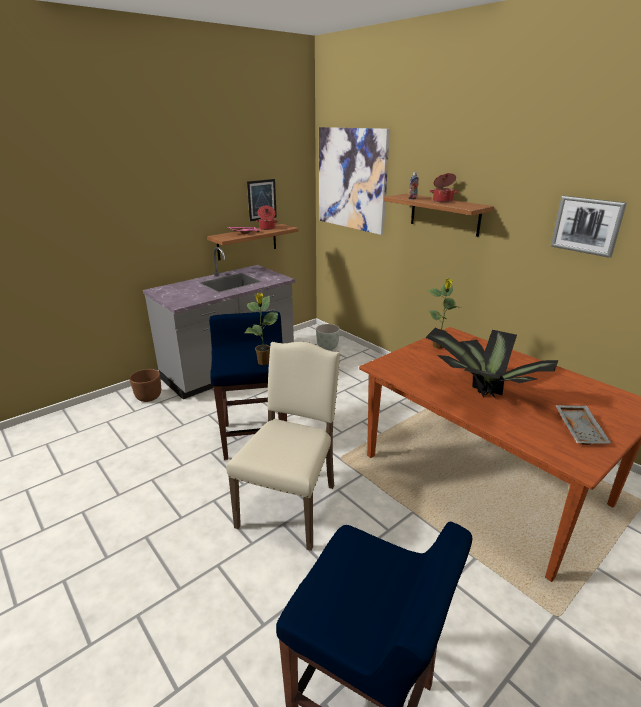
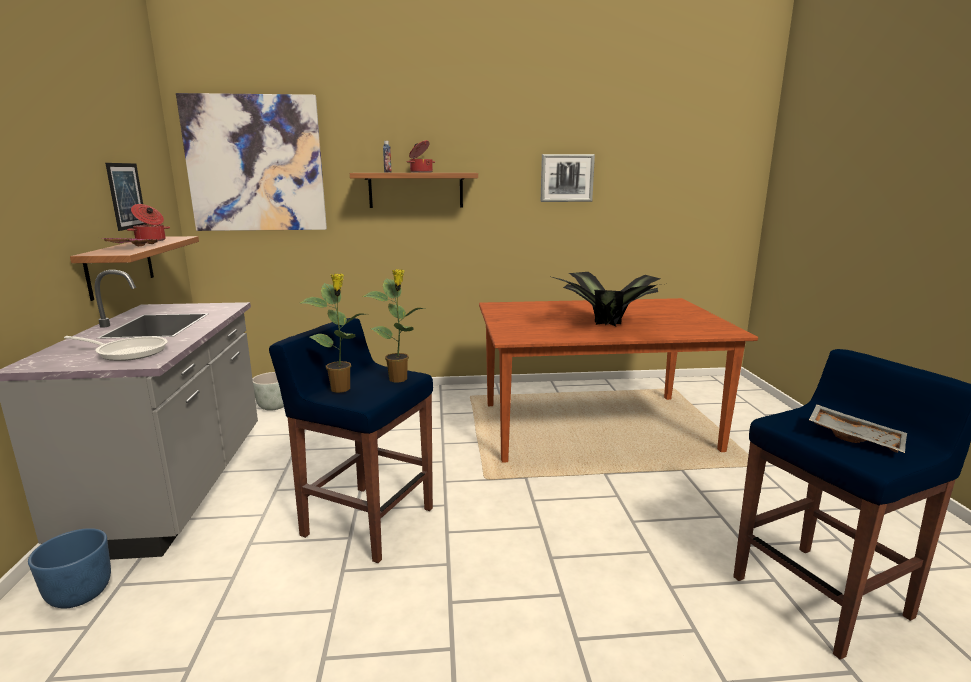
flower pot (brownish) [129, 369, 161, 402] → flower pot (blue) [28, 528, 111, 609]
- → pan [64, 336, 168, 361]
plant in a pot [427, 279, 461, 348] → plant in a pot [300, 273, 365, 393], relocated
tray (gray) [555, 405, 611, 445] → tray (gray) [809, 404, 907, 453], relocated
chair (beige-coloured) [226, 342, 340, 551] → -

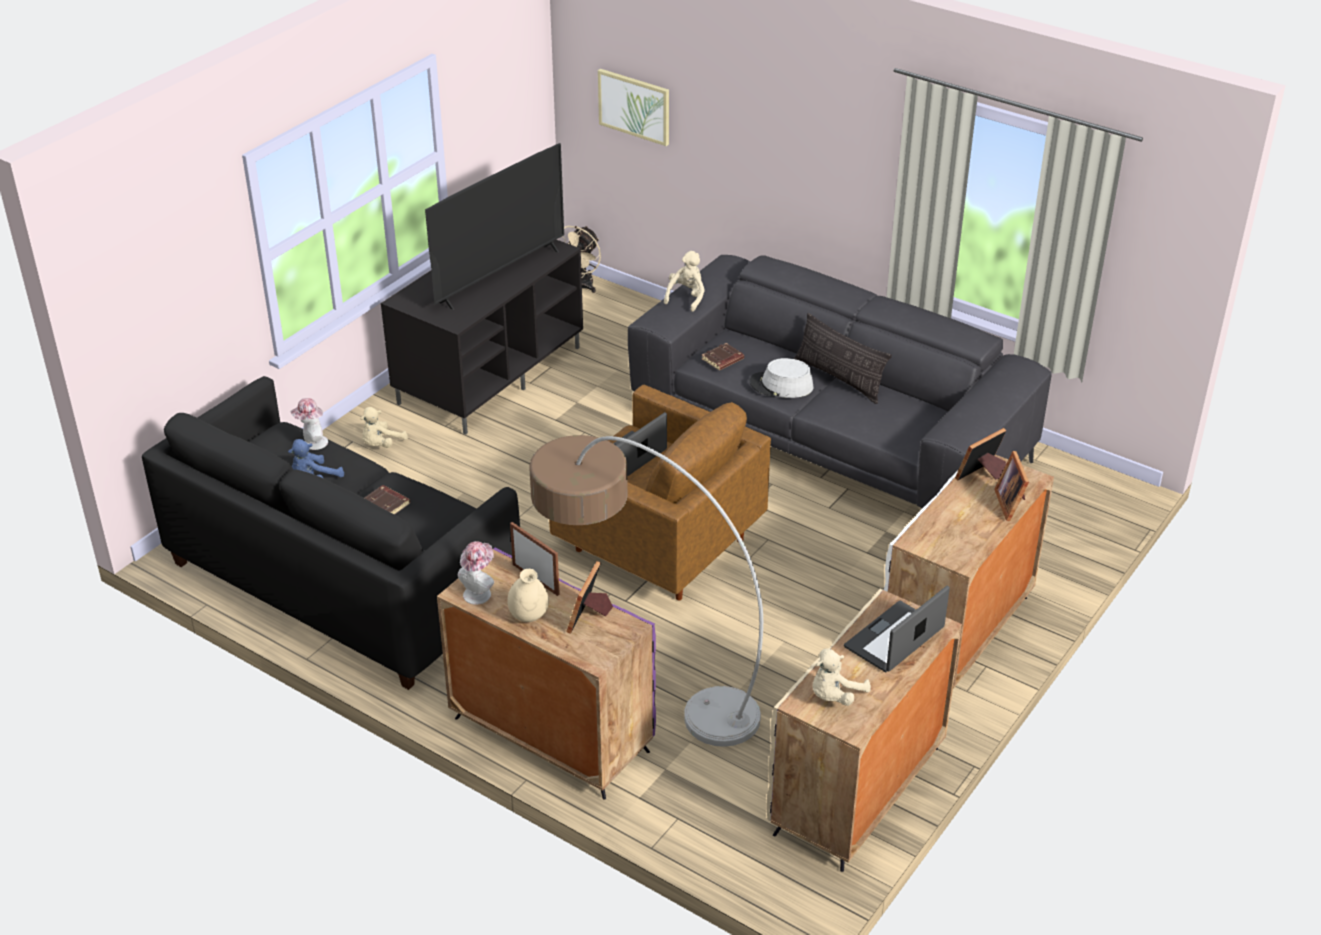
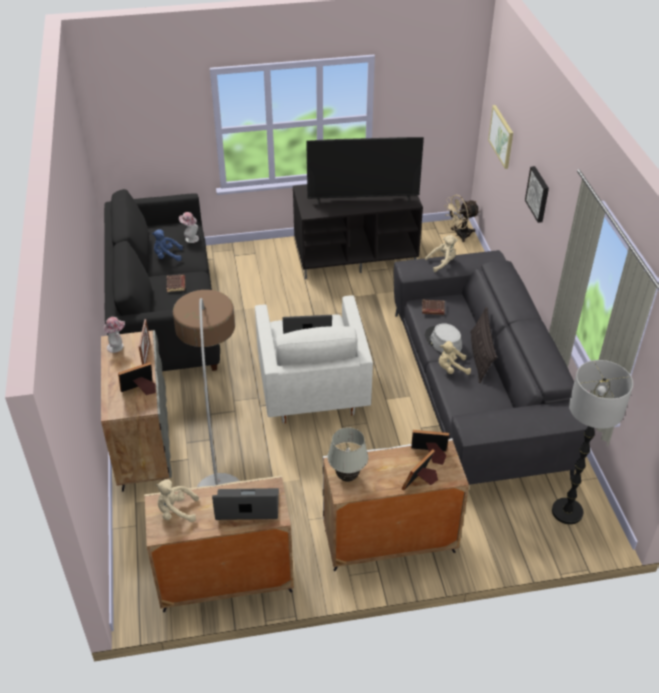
storage cabinet (purplish) [437, 548, 656, 800] → storage cabinet (gray) [101, 330, 172, 492]
lounge chair (brownish) [549, 385, 771, 601] → lounge chair (white-coloured) [255, 295, 373, 424]
- → lamp for a table (white-coloured) [328, 427, 368, 482]
plush toy (beige-coloured) [361, 407, 408, 448] → plush toy (beige-coloured) [439, 341, 471, 375], relocated
- → wall art [525, 166, 549, 223]
- → standard lamp [552, 360, 633, 525]
decorative vase (beige-coloured) [507, 569, 549, 622] → -

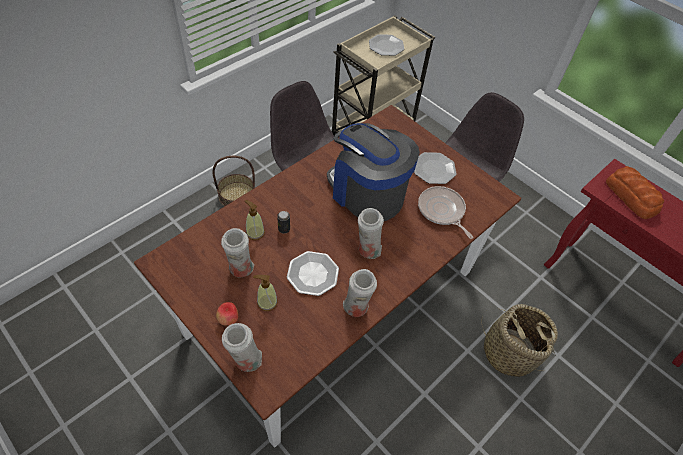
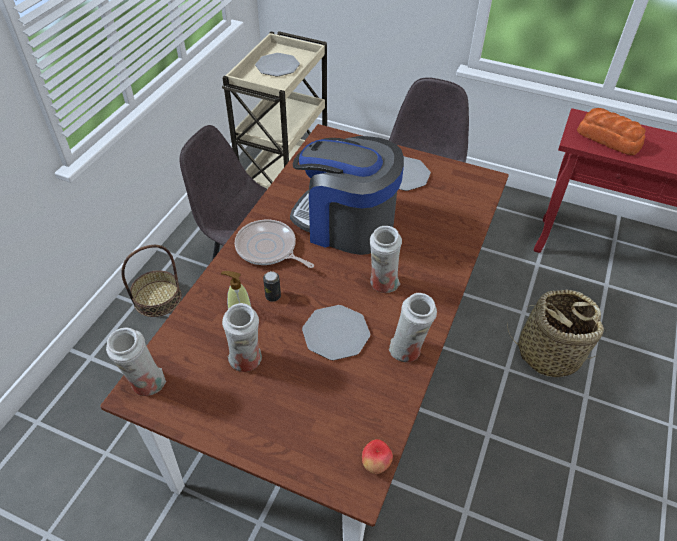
decorative vase (white-coloured) [222, 323, 262, 372] → decorative vase (white-coloured) [106, 328, 166, 396], relocated
pan [418, 186, 473, 239] → pan [235, 220, 314, 268], relocated
apple [216, 302, 238, 325] → apple [362, 439, 393, 474], relocated
soap bottle [253, 275, 278, 311] → -

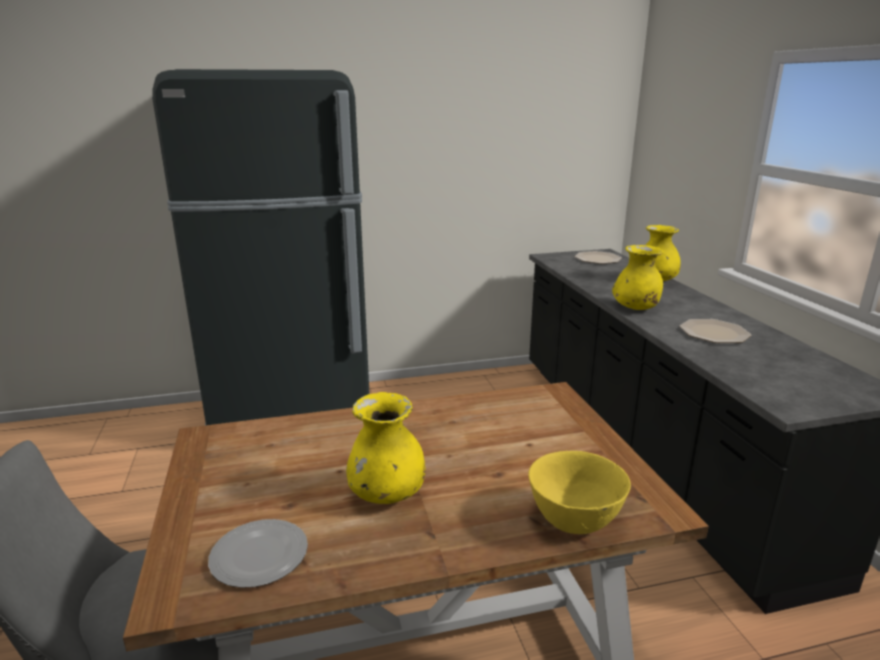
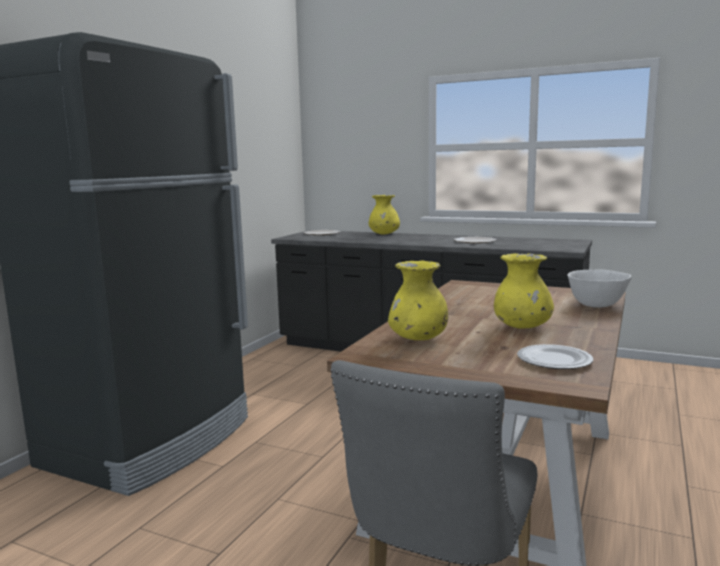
decorative vase (yellow) [612, 245, 664, 310] → decorative vase (yellow) [388, 260, 448, 340], relocated
deep dish (yellow) [528, 451, 631, 534] → deep dish (white-coloured) [568, 270, 631, 308]

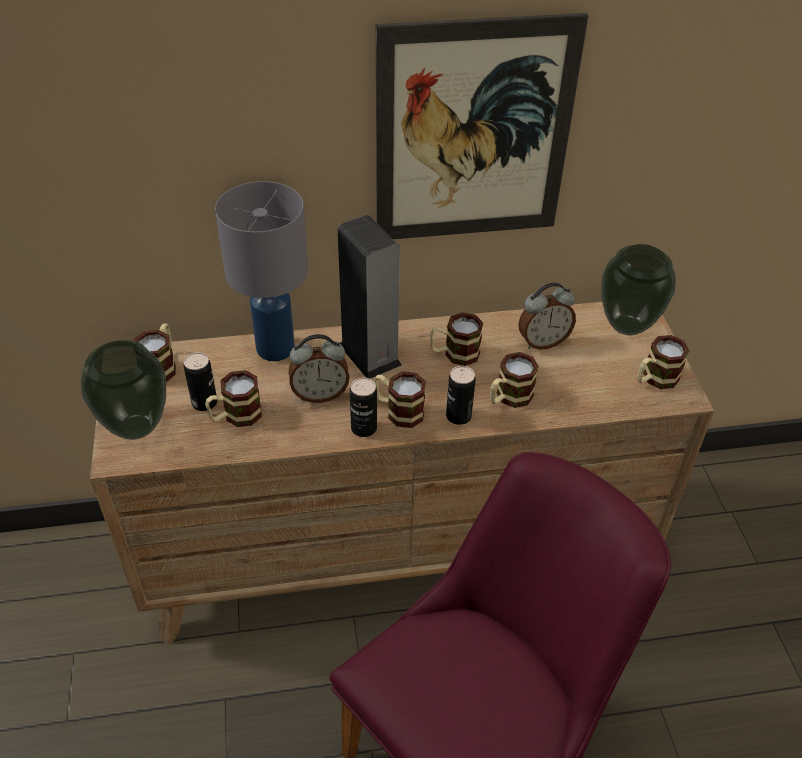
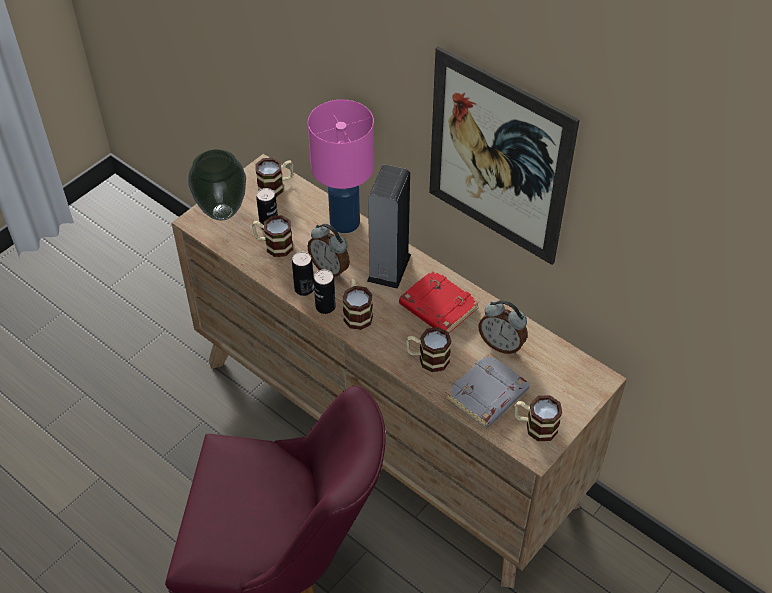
sealed can [446, 366, 476, 425] → sealed can [292, 252, 314, 296], relocated
lamp for a table (gray) [215, 181, 308, 361] → lamp for a table (pink-coloured) [308, 99, 374, 233]
tea mug [430, 312, 483, 366] → bound book (red) [399, 270, 479, 333]
- → bound book (gray) [445, 353, 530, 428]
decorative vase [601, 244, 676, 335] → -

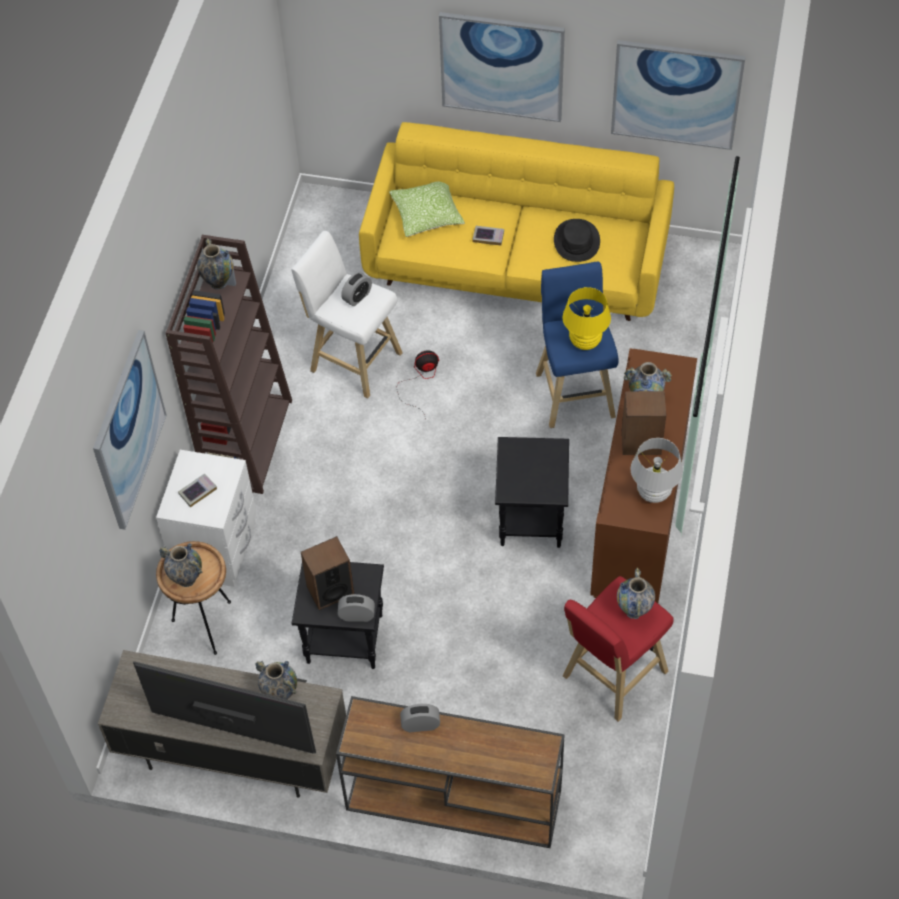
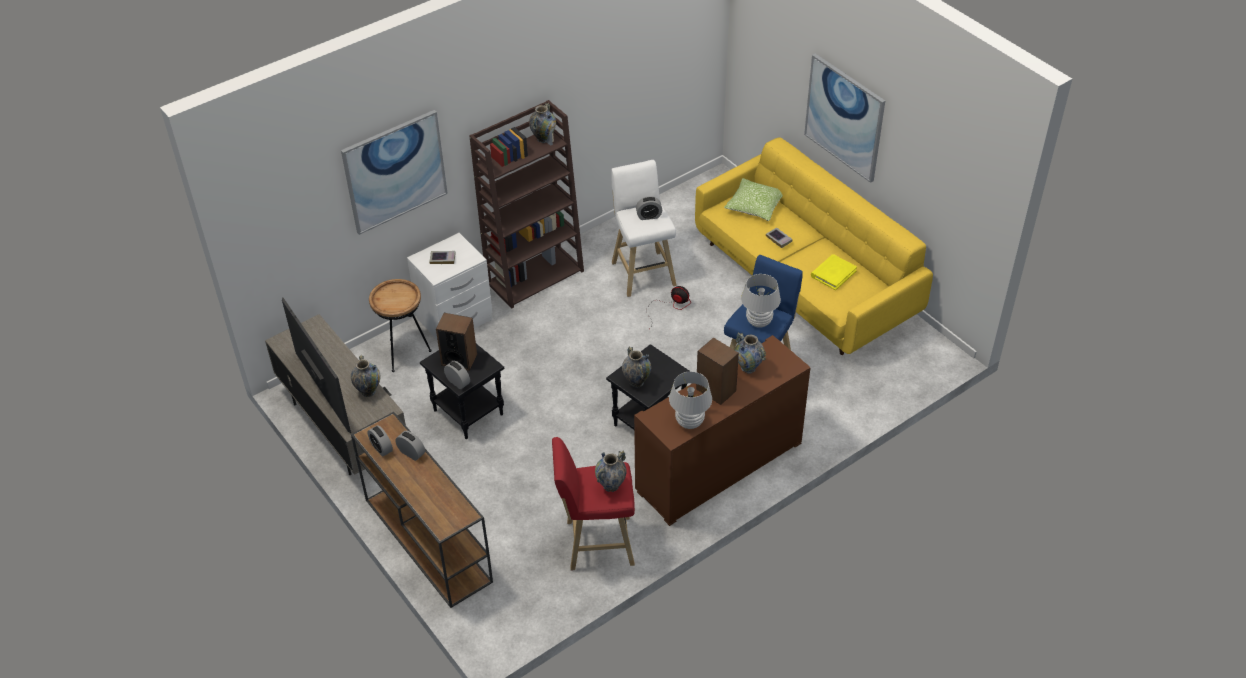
- → bedside clock [367, 425, 393, 457]
decorative vase [159, 543, 203, 587] → decorative vase [622, 346, 651, 388], relocated
lamp for a table (yellow) [563, 287, 611, 350] → lamp for a table (white-coloured) [741, 274, 781, 328]
clothing hat (blackish) [554, 219, 600, 262] → bound book (yellow) [811, 254, 857, 290]
wall art [611, 40, 746, 150] → -

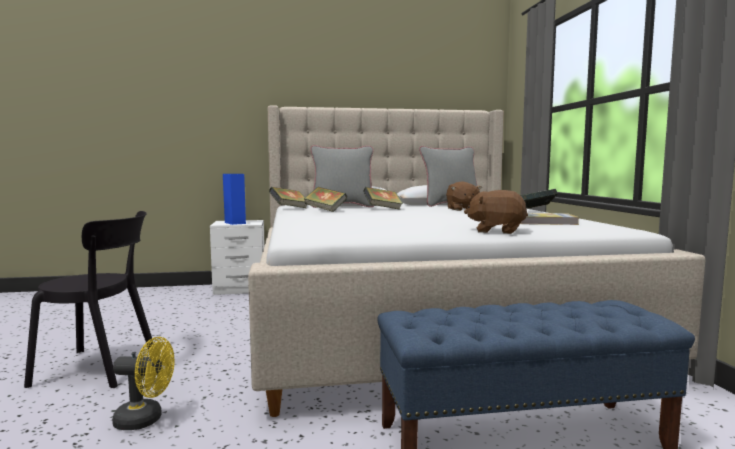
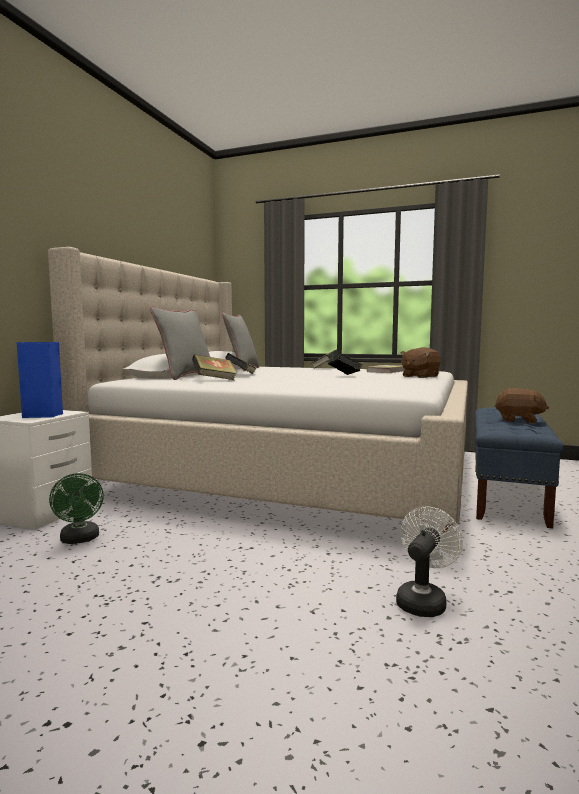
- → cooling fan (green) [49, 473, 104, 544]
bound book [269, 187, 307, 208] → bound book [328, 354, 362, 375], relocated
cooling fan (yellow) [112, 337, 174, 430] → cooling fan (white-coloured) [396, 506, 463, 617]
plush toy (brownish) [446, 181, 482, 211] → plush toy (brownish) [495, 388, 549, 423], relocated
chair (blackish) [24, 211, 154, 388] → -

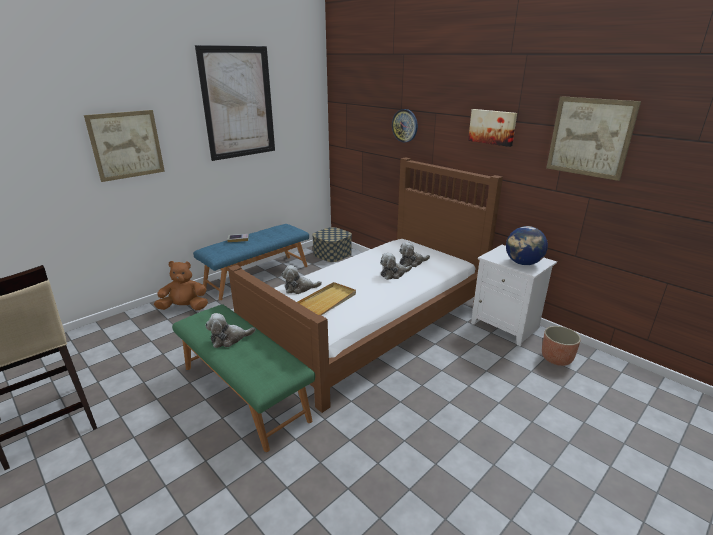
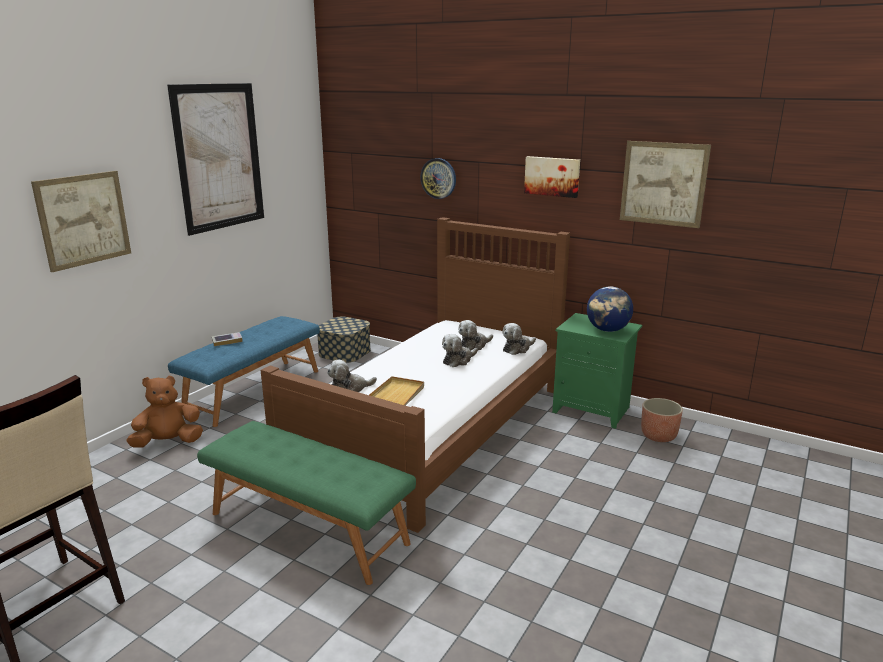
plush toy [205, 313, 256, 348] → plush toy [502, 323, 536, 355], relocated
nightstand (white-coloured) [471, 245, 557, 346] → nightstand (green) [552, 313, 642, 429]

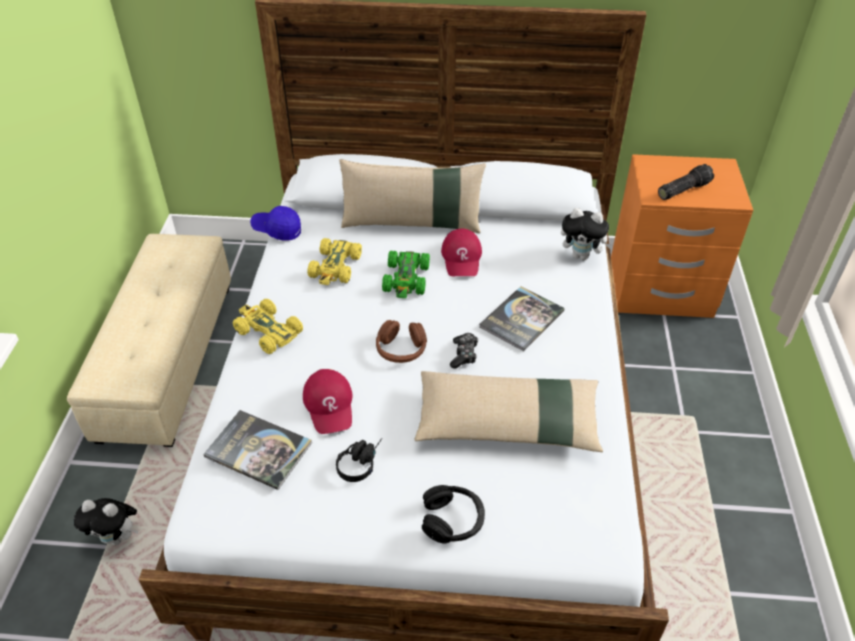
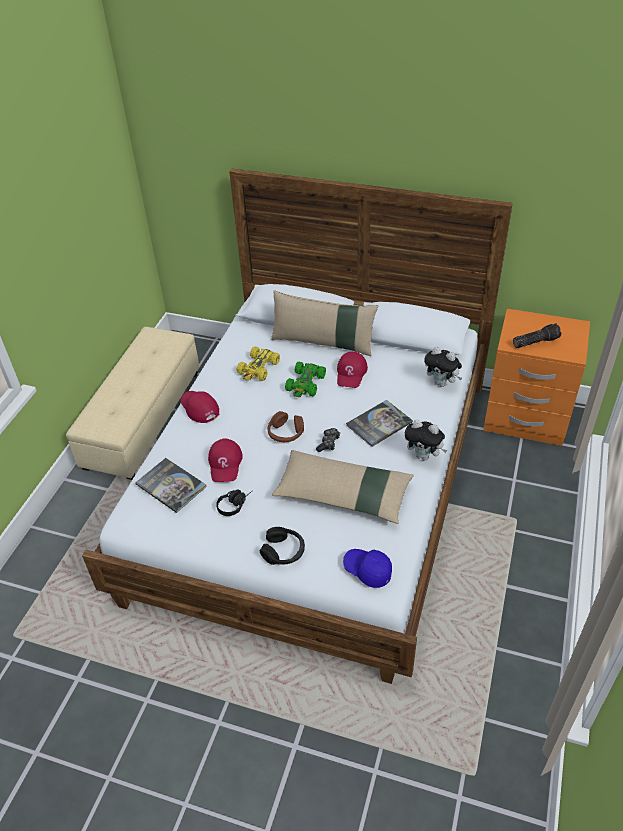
miniature car (yellow) [233, 299, 303, 354] → cap (red) [181, 391, 219, 423]
cap (blue) [250, 206, 301, 241] → cap (blue) [343, 549, 392, 588], relocated
plush toy [74, 498, 138, 545] → plush toy [405, 420, 448, 461], relocated

